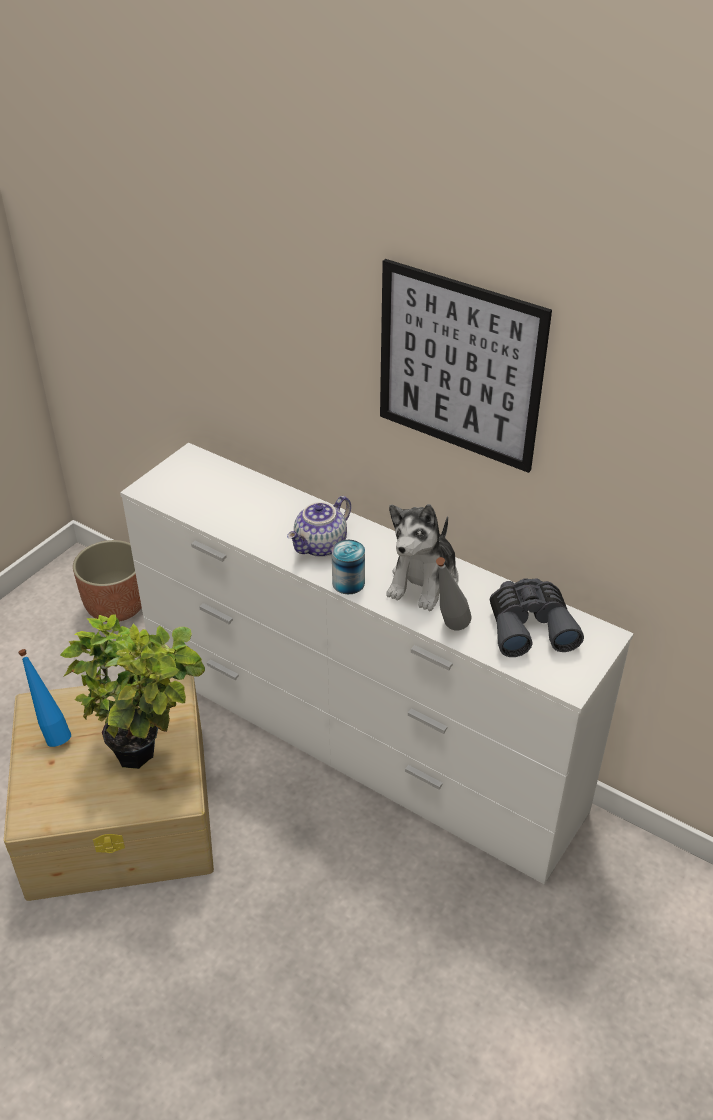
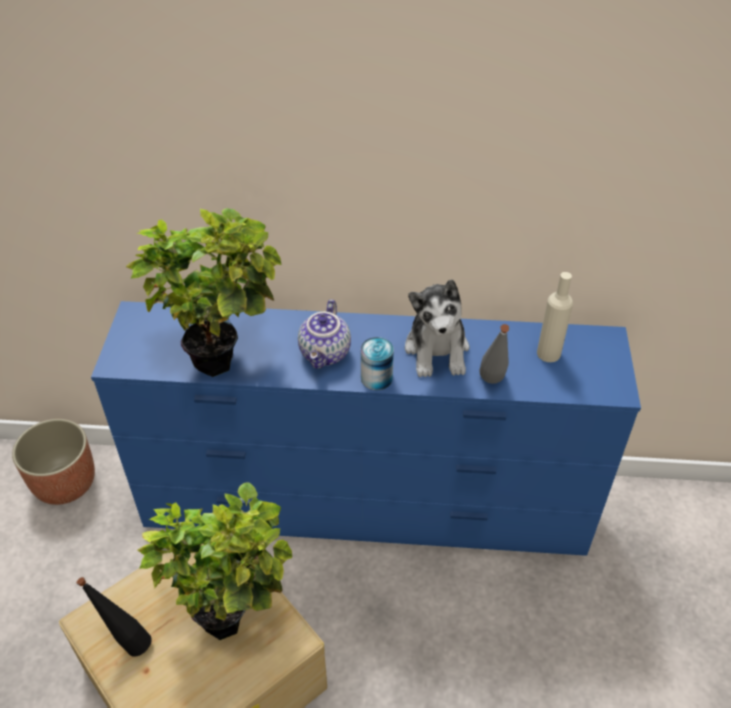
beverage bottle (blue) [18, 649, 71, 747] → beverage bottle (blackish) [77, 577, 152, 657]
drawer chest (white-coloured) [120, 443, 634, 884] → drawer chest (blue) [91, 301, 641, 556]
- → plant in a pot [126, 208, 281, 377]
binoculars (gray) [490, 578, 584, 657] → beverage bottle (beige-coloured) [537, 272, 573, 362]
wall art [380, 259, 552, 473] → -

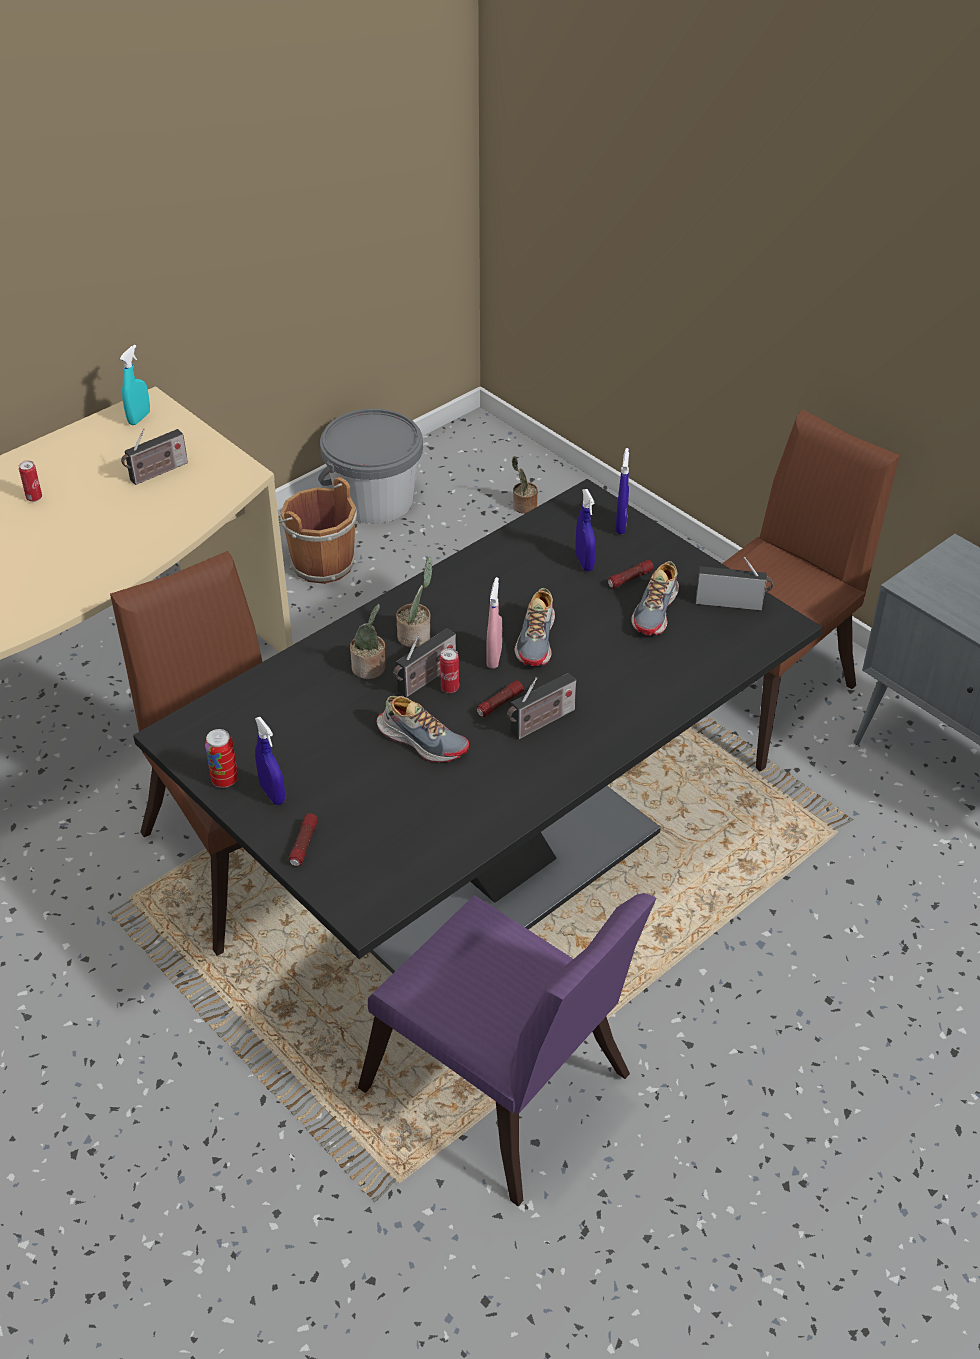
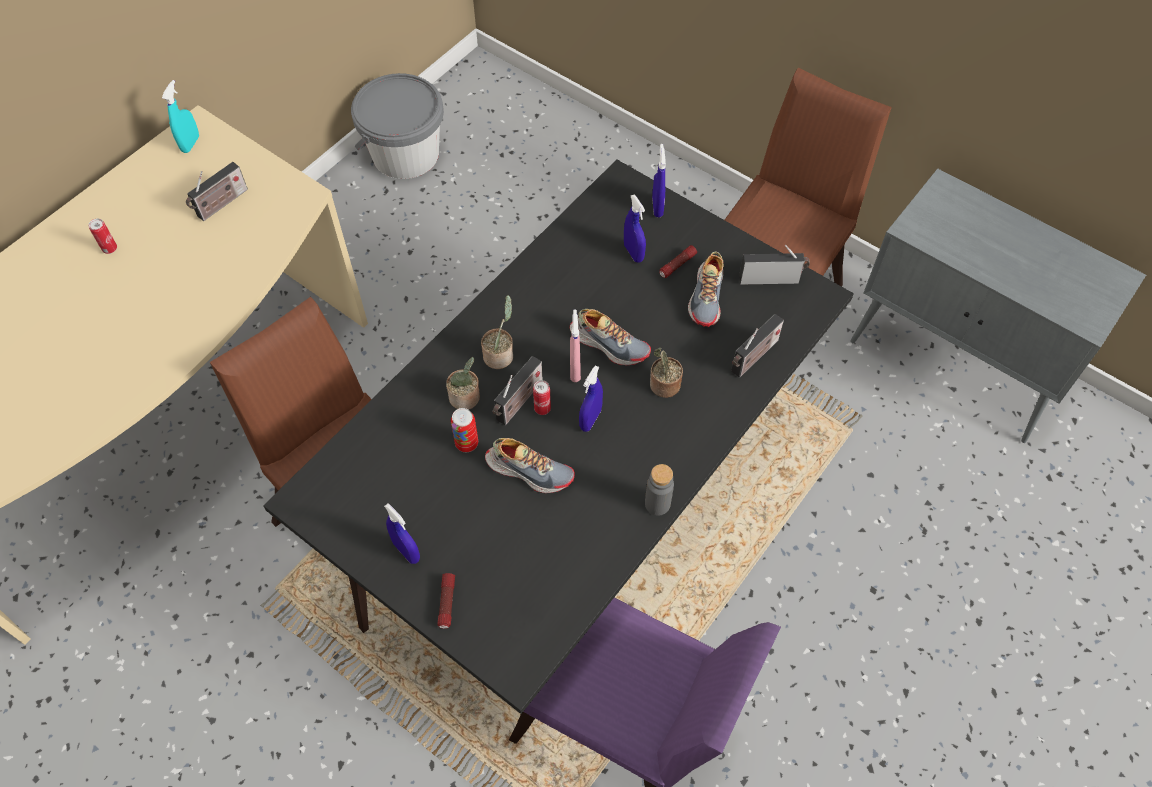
sealed can [205, 729, 238, 788] → sealed can [451, 408, 478, 452], relocated
low shoe [514, 588, 555, 666] → low shoe [570, 309, 651, 365], 60 degrees counterclockwise
hand torch [477, 680, 524, 717] → sprayer (blue) [579, 365, 603, 432]
- → beverage bottle (gray) [645, 464, 674, 516]
plant in a pot [512, 456, 538, 514] → plant in a pot [650, 348, 683, 398], relocated
radio [507, 673, 576, 740] → radio [731, 314, 784, 378], relocated
water bucket (brownish) [278, 477, 357, 584] → -

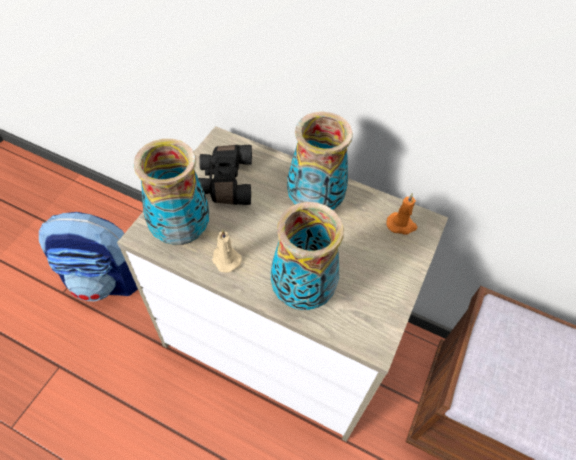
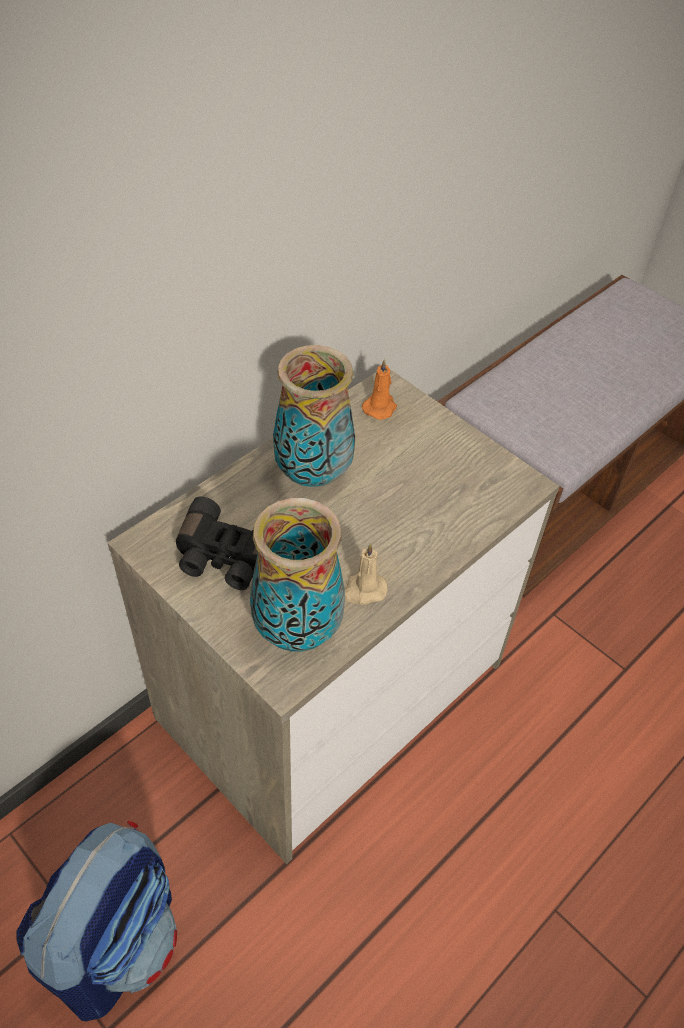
decorative vase [271, 202, 344, 310] → -

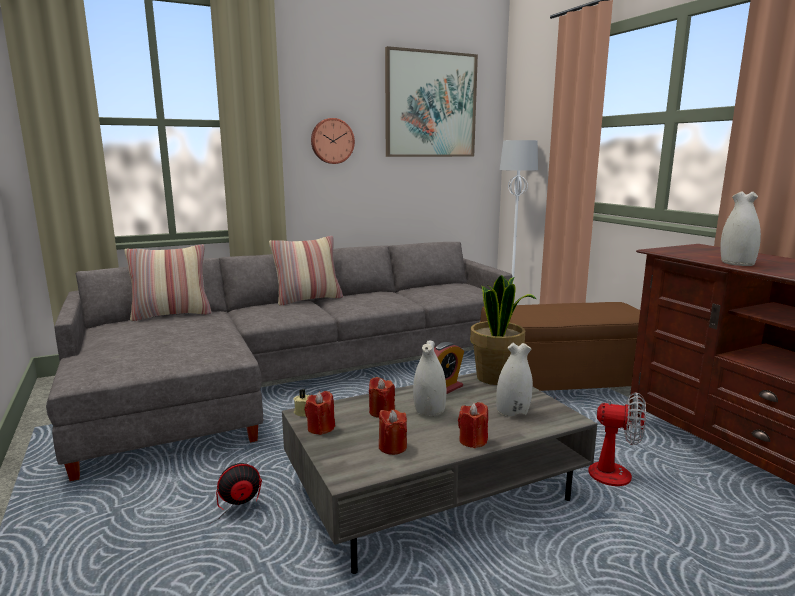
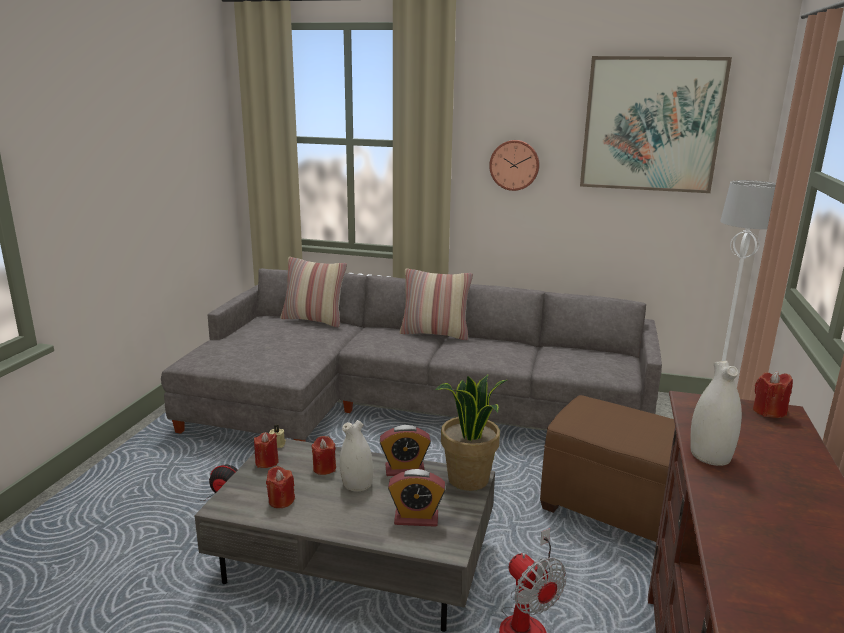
decorative vase (white-coloured) [496, 343, 533, 417] → bedside clock [388, 469, 446, 527]
candle (red) [458, 402, 488, 448] → candle (red) [753, 371, 793, 418], relocated

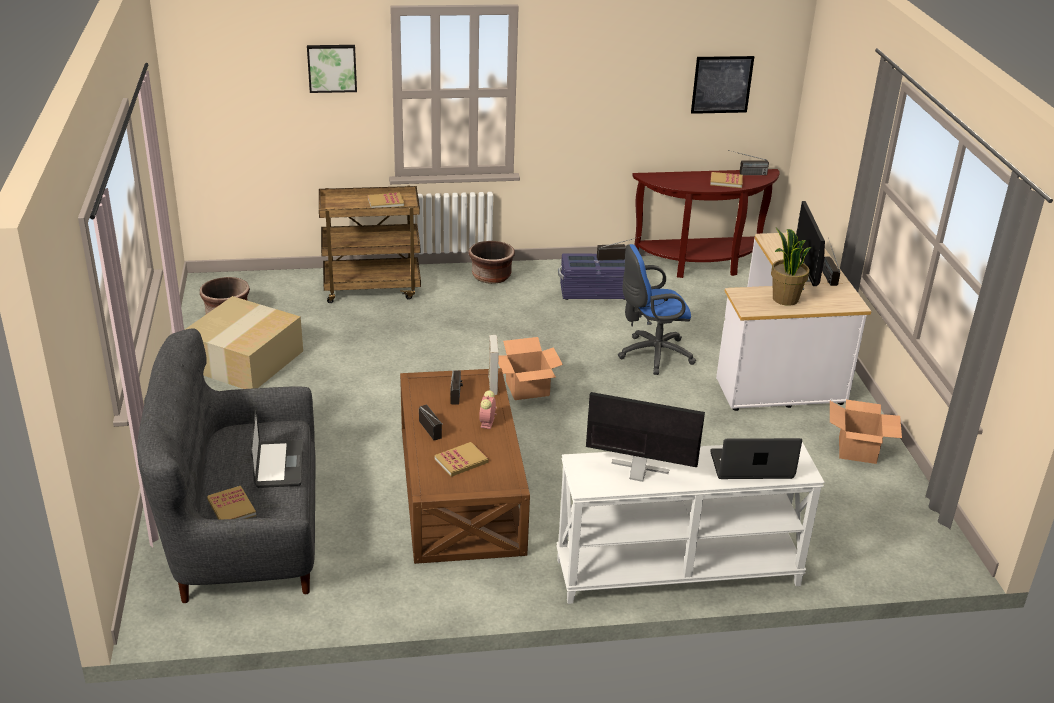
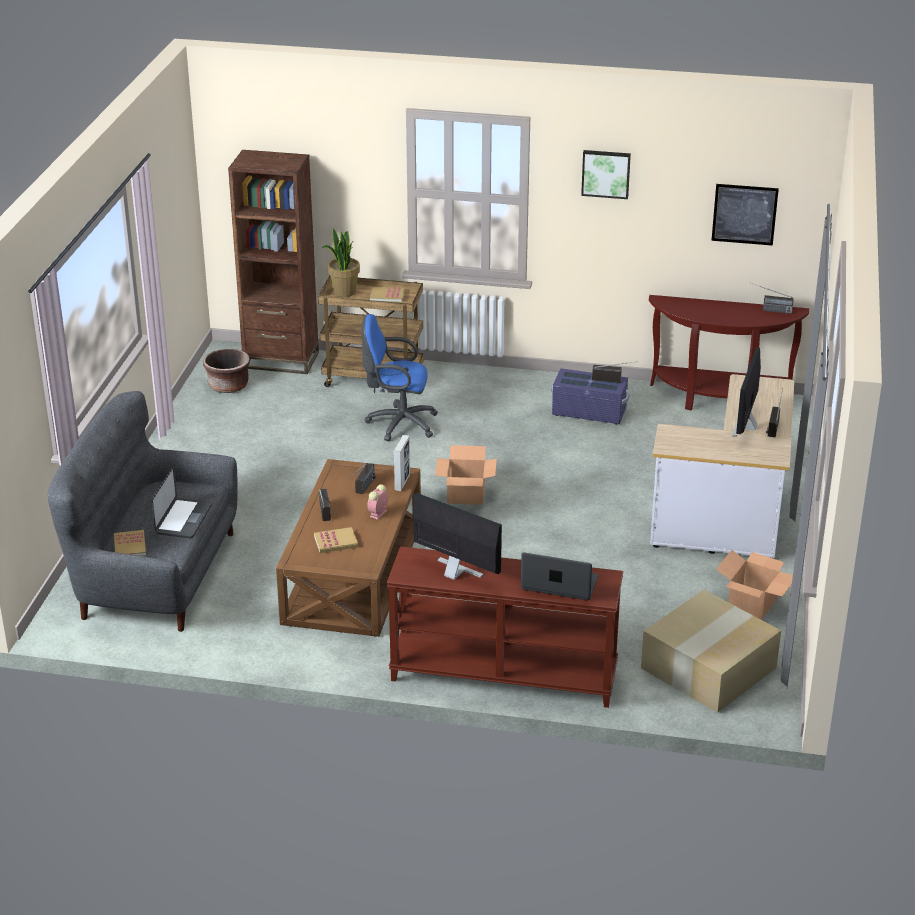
- → bookcase (brownish) [228, 150, 319, 374]
plant in a pot [771, 228, 812, 306] → plant in a pot [322, 228, 360, 297], relocated
office chair (blue) [618, 244, 696, 375] → office chair (blue) [361, 314, 438, 441], relocated
narrow table (white-coloured) [556, 442, 825, 604] → narrow table (brownish) [387, 546, 623, 708]
wall art [307, 45, 357, 93] → wall art [581, 150, 631, 199], relocated
carton [185, 296, 303, 389] → carton [641, 590, 781, 713], relocated
flower pot (brownish) [468, 241, 515, 284] → -
bound book [710, 172, 743, 188] → -

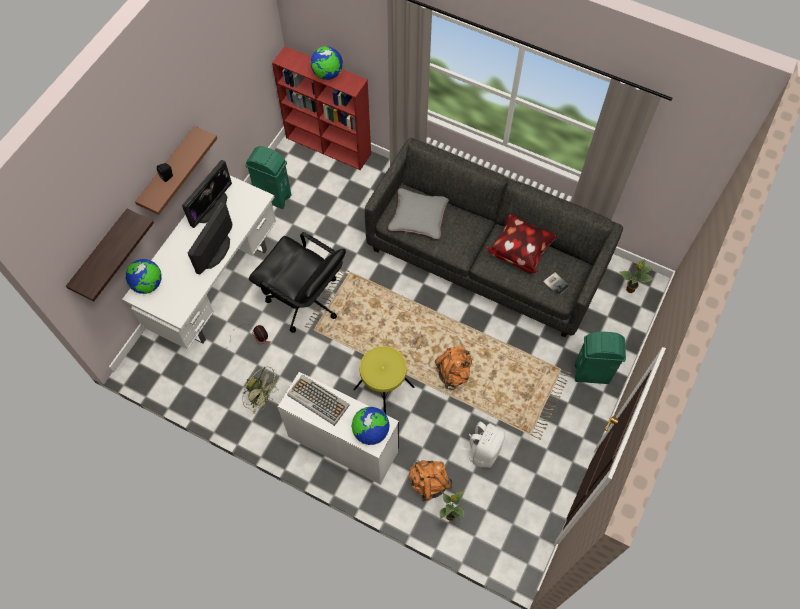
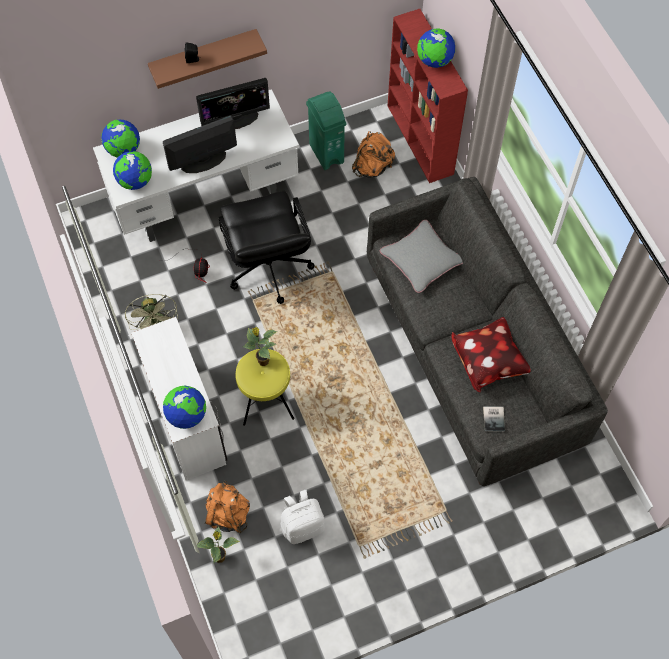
- → globe [113, 151, 152, 190]
plant in a pot [620, 259, 653, 293] → plant in a pot [243, 327, 278, 366], relocated
rucksack (orange) [435, 346, 472, 390] → rucksack (orange) [352, 131, 395, 177], relocated
wall shelf [66, 209, 154, 302] → -
keyboard [287, 375, 350, 426] → -
trash can (green) [574, 331, 626, 384] → -

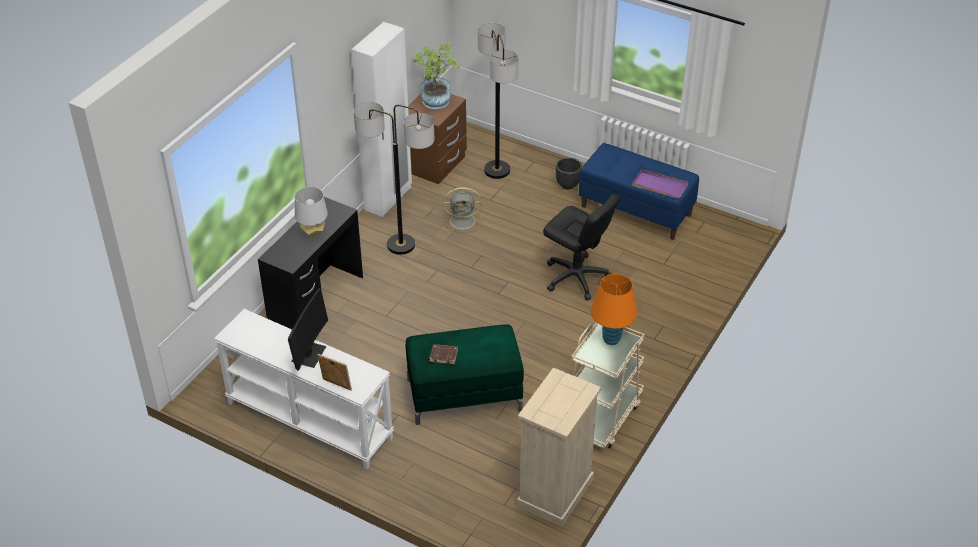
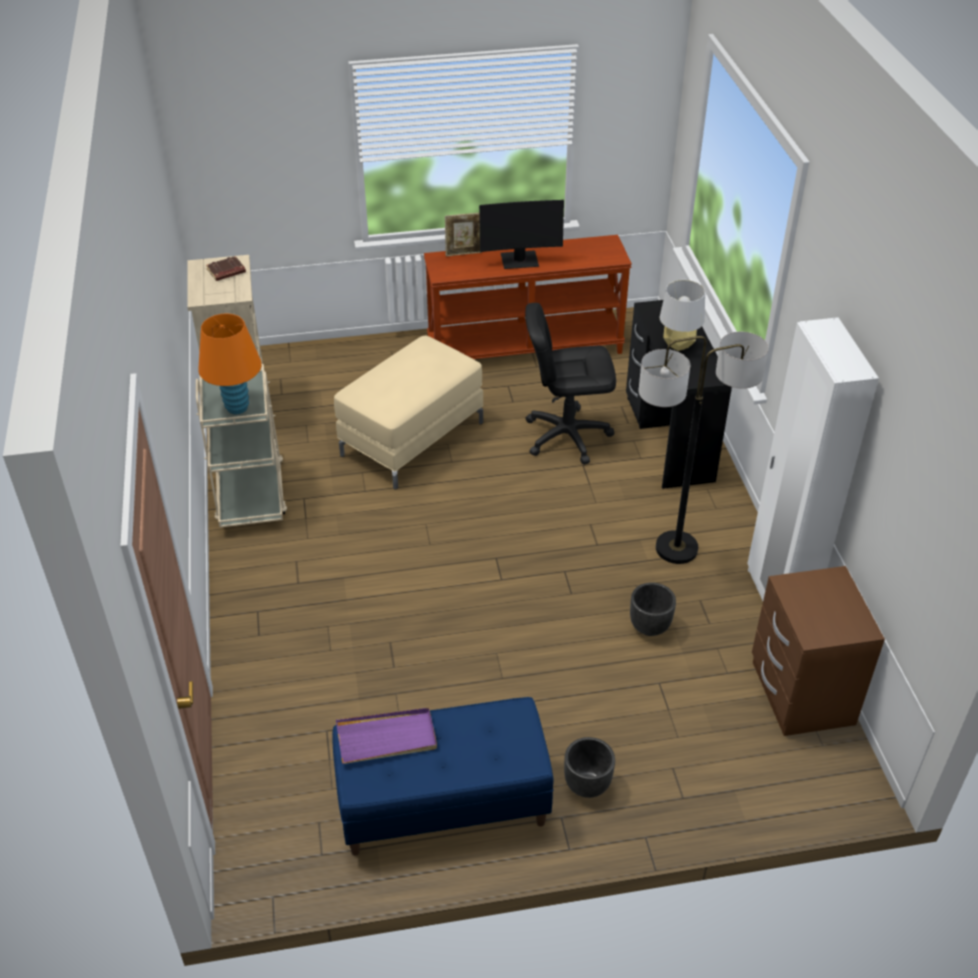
bound book (brownish) [429, 344, 458, 364] → bound book (brownish) [206, 256, 246, 281], relocated
pouffe (green) [406, 324, 524, 425] → pouffe (beige-coloured) [334, 336, 484, 490]
narrow table (white-coloured) [214, 309, 394, 469] → narrow table (brownish) [424, 235, 632, 359]
monitor [288, 288, 328, 371] → monitor [479, 200, 564, 269], 75 degrees counterclockwise
office chair (blackish) [543, 194, 620, 300] → office chair (blackish) [525, 303, 616, 465], relocated
cooling fan (gray) [443, 187, 482, 233] → flower pot (blackish) [630, 582, 676, 636]
plant in a pot [414, 42, 460, 109] → -
standard lamp [478, 23, 518, 179] → -

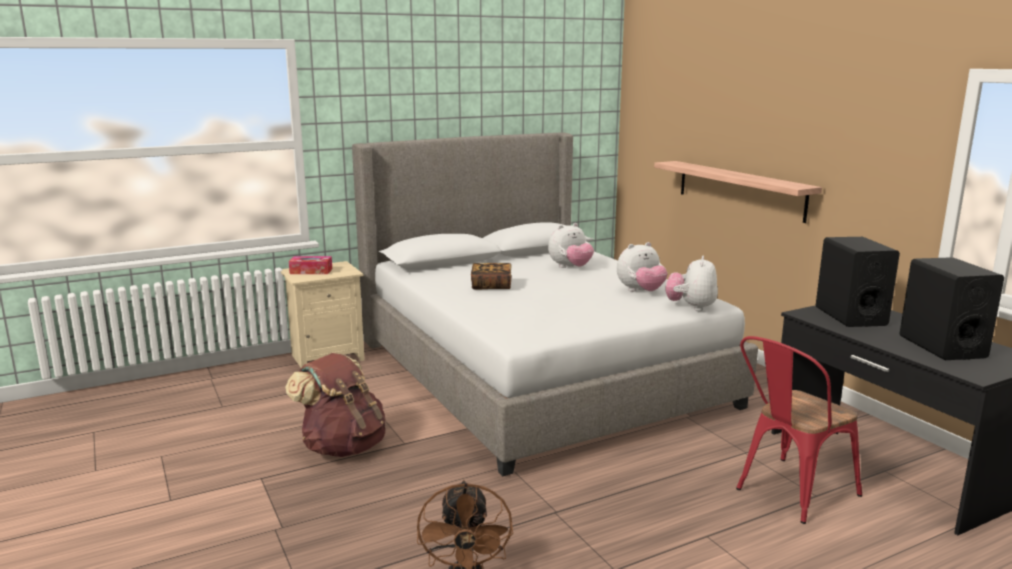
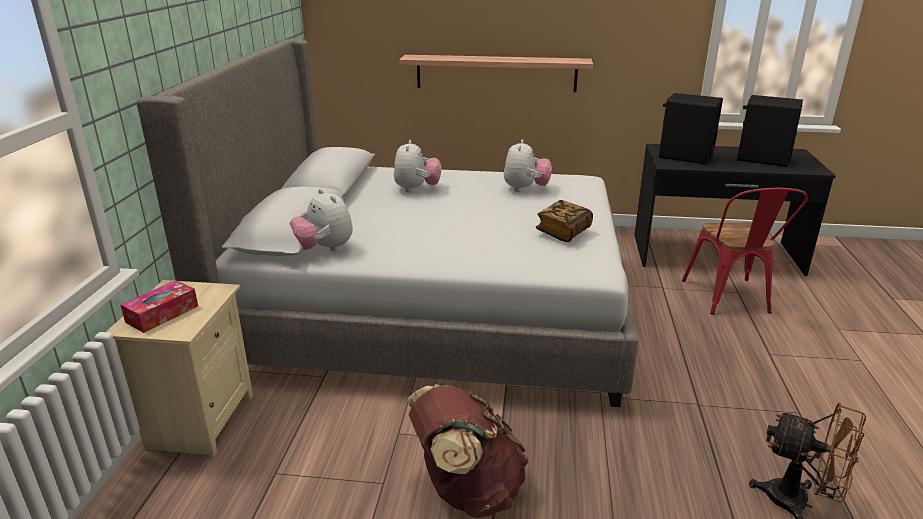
plush toy [666, 256, 718, 311] → plush toy [290, 189, 353, 251], relocated
bound book [471, 263, 512, 290] → bound book [536, 200, 593, 242], relocated

